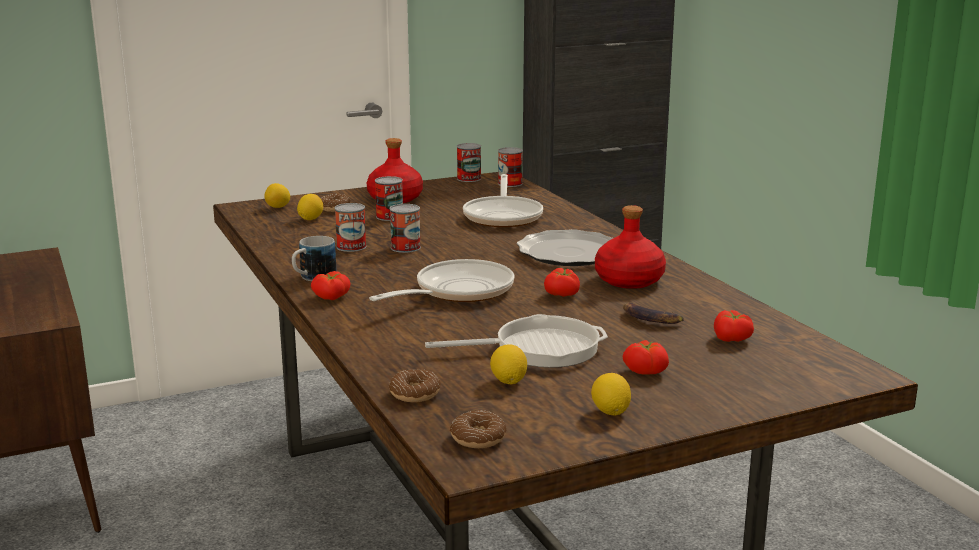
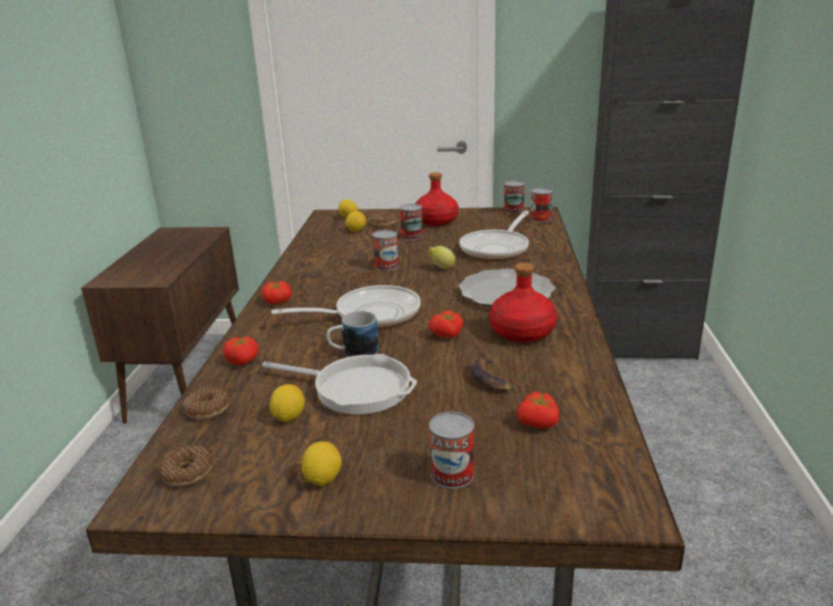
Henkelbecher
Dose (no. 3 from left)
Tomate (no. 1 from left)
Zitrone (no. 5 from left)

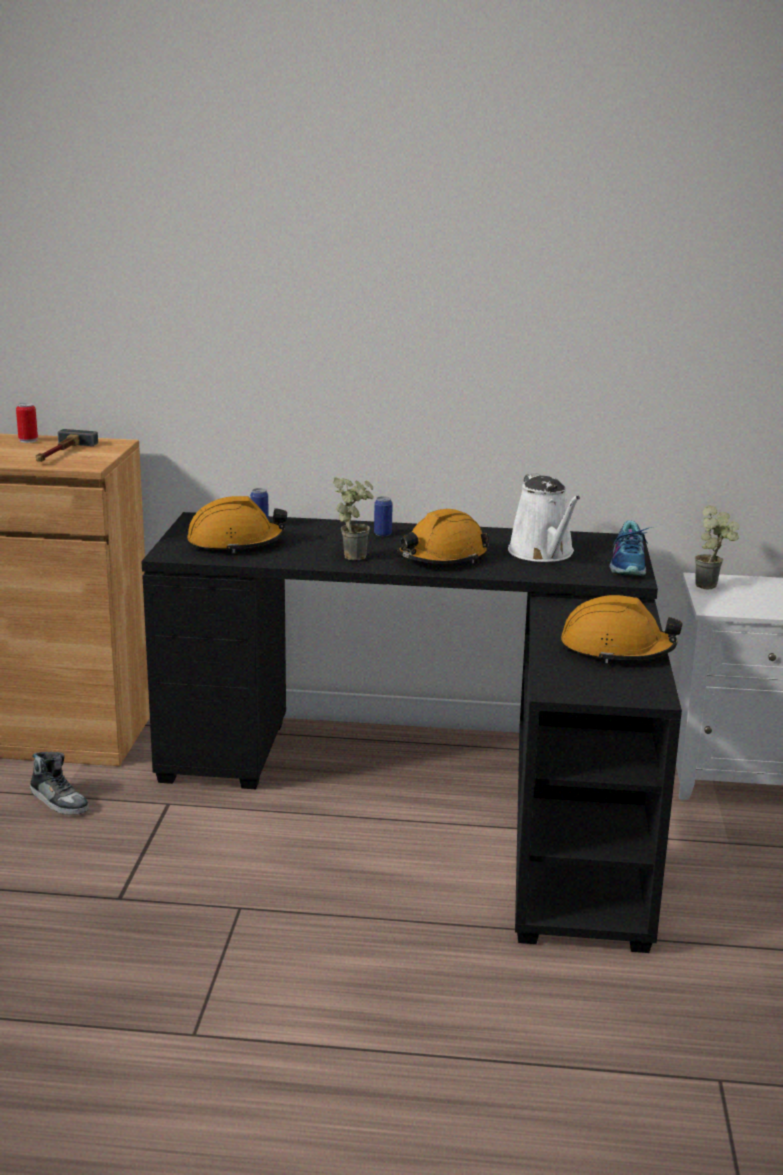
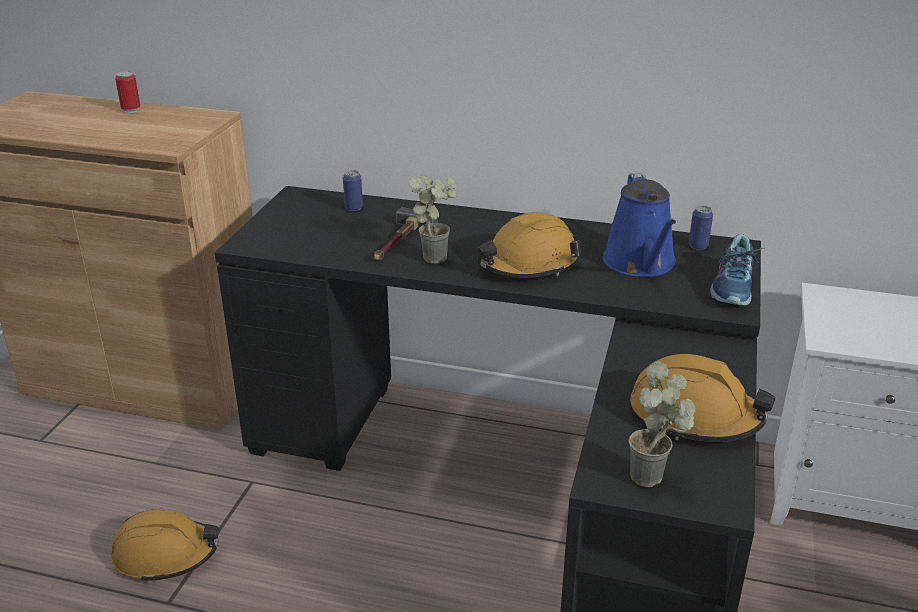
Schuh (no. 1 from left in the first image)
Hammer
Schutzhelm/orange (no. 1 from left)
Dose (no. 3 from left)
Gießkanne/blau
Topfpflanze (no. 2 from left)

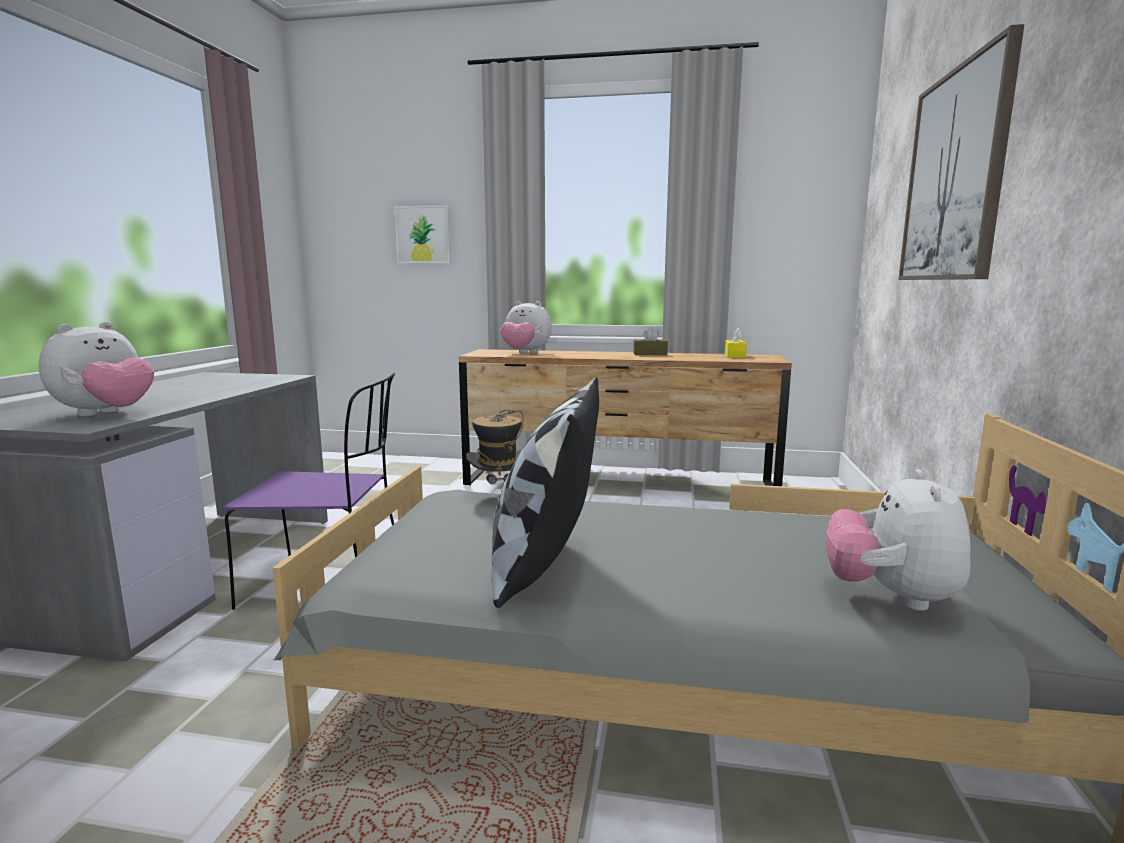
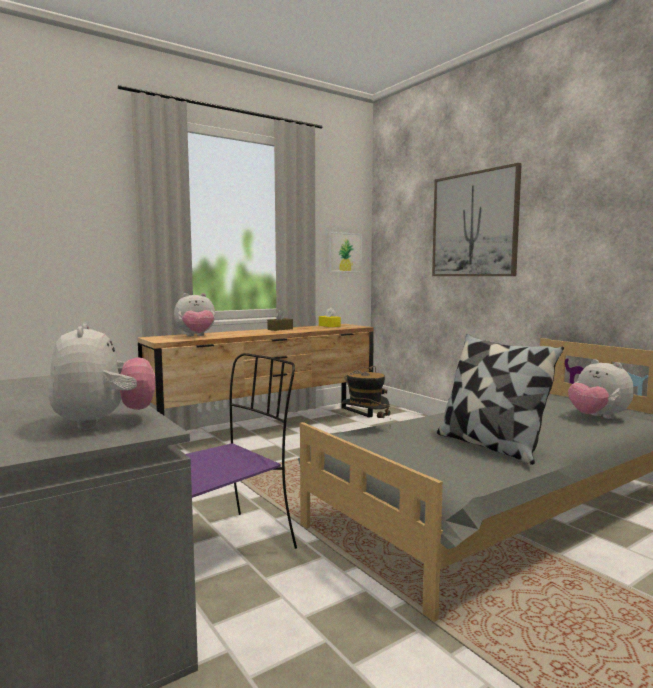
Bild (no. 1 from left)

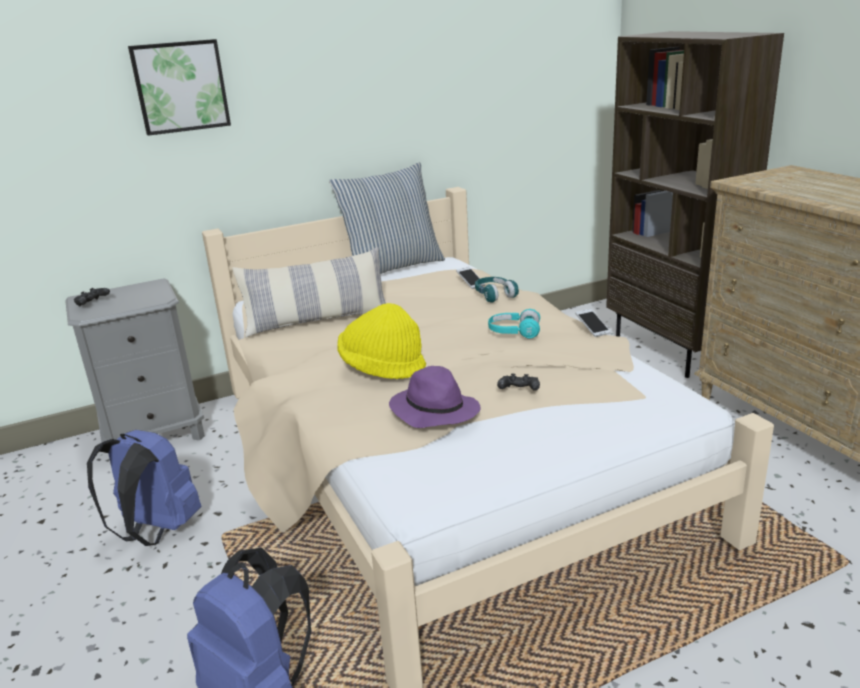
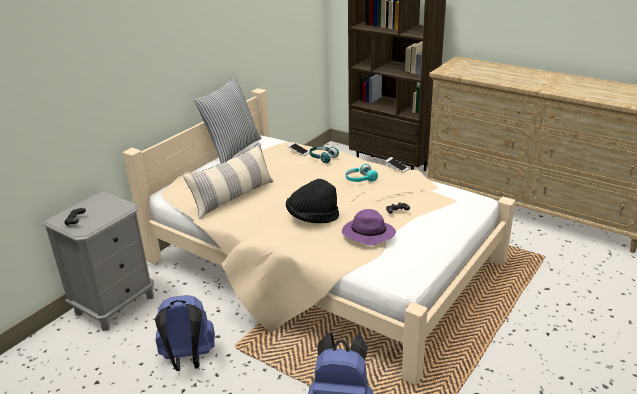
Bild
Hut/schwarz

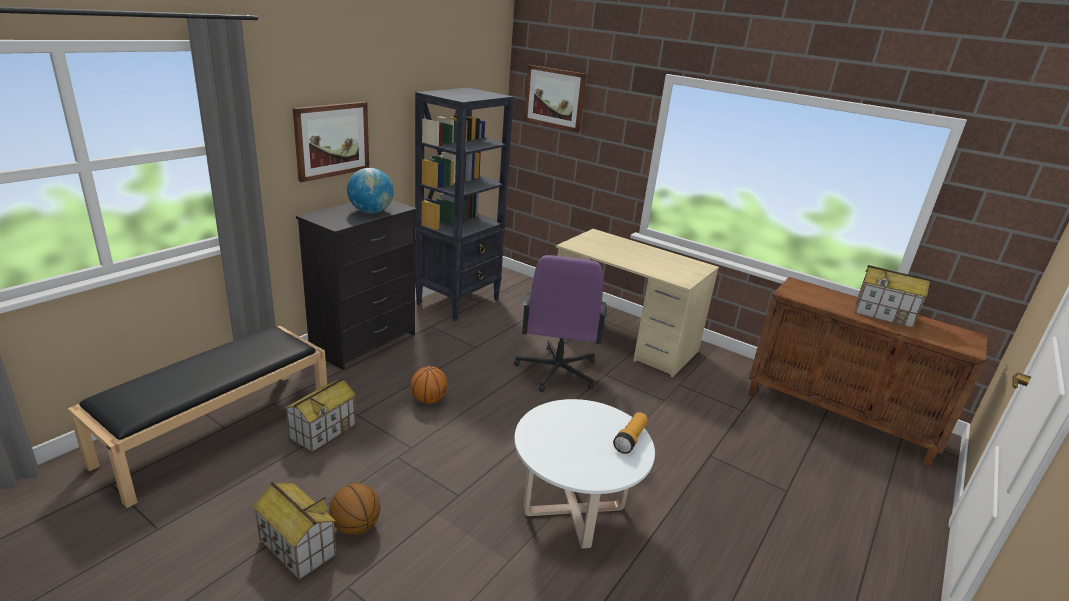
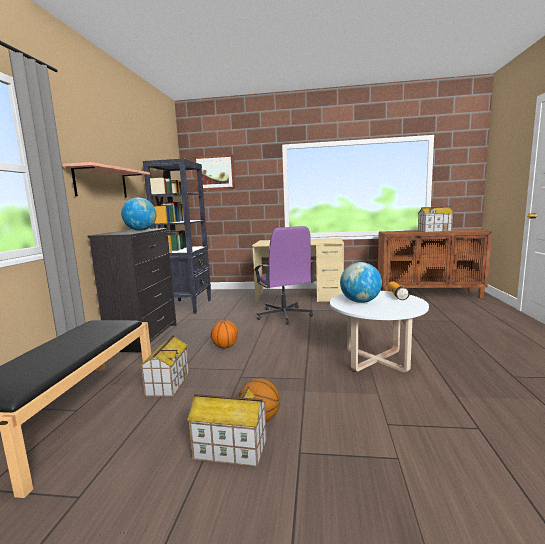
Wandregal
Globus (no. 2 from left)

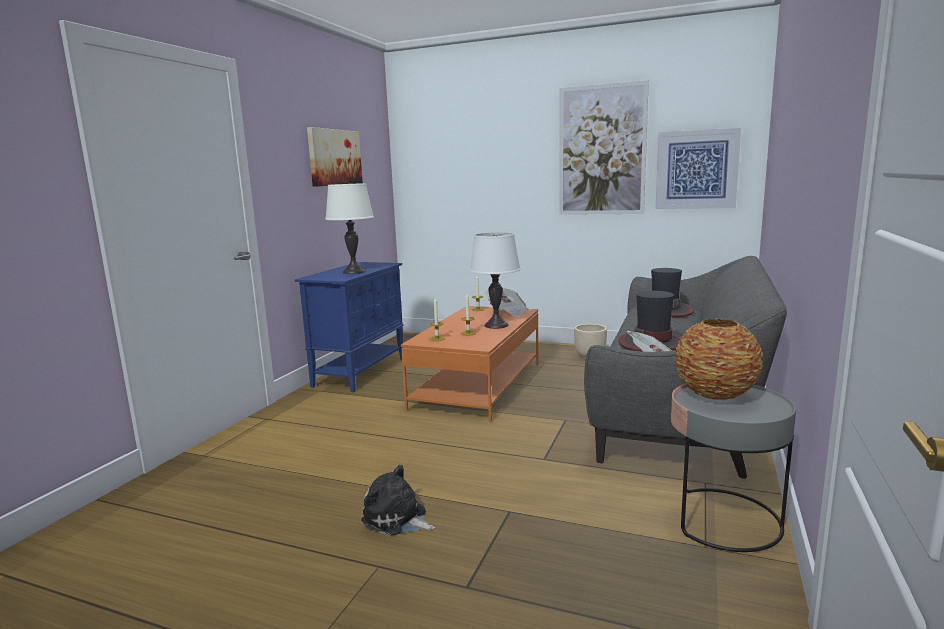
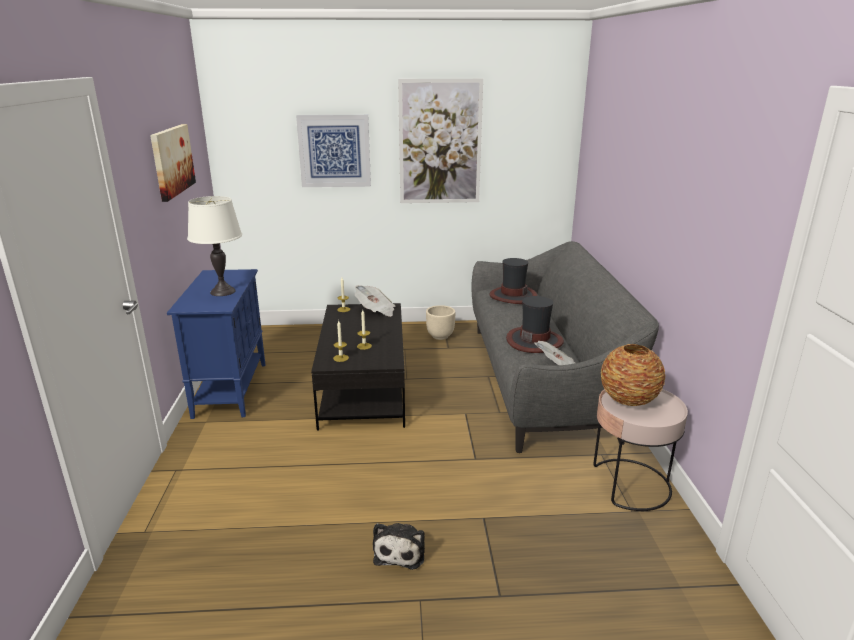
Plüschtier
Couchtisch/schwarz
Tischlampe/weiß (no. 2 from left in the first image)
Bild (no. 2 from left)
Beistelltisch/rosa

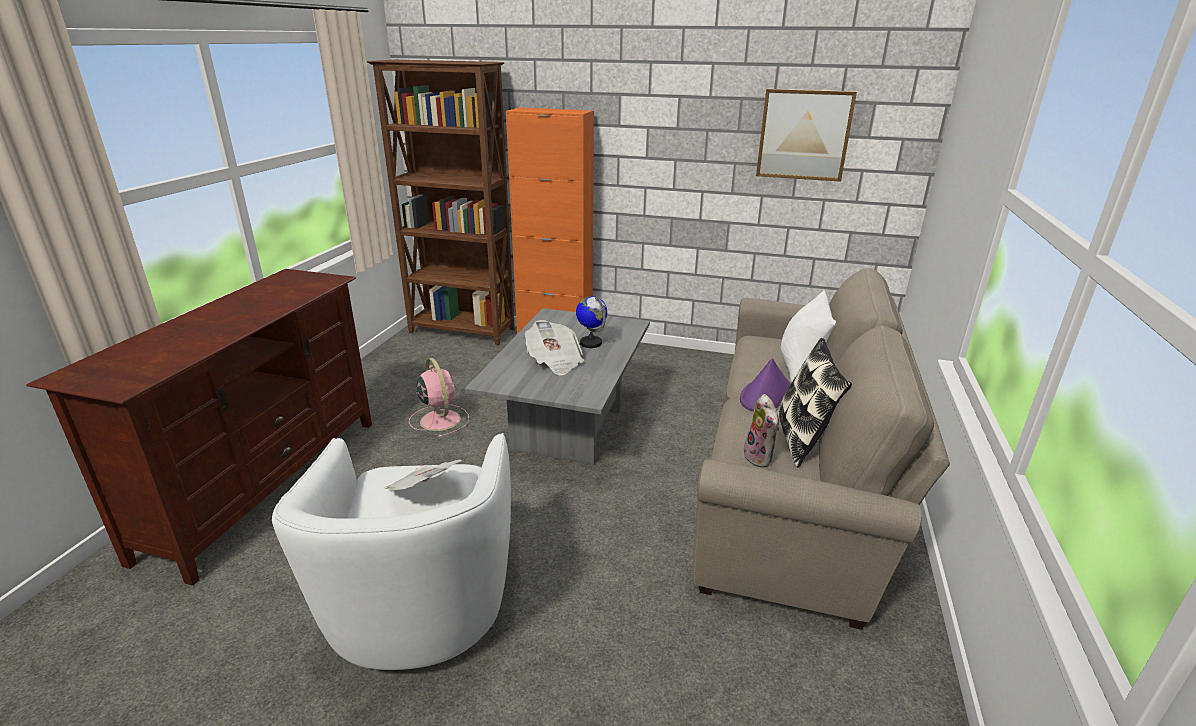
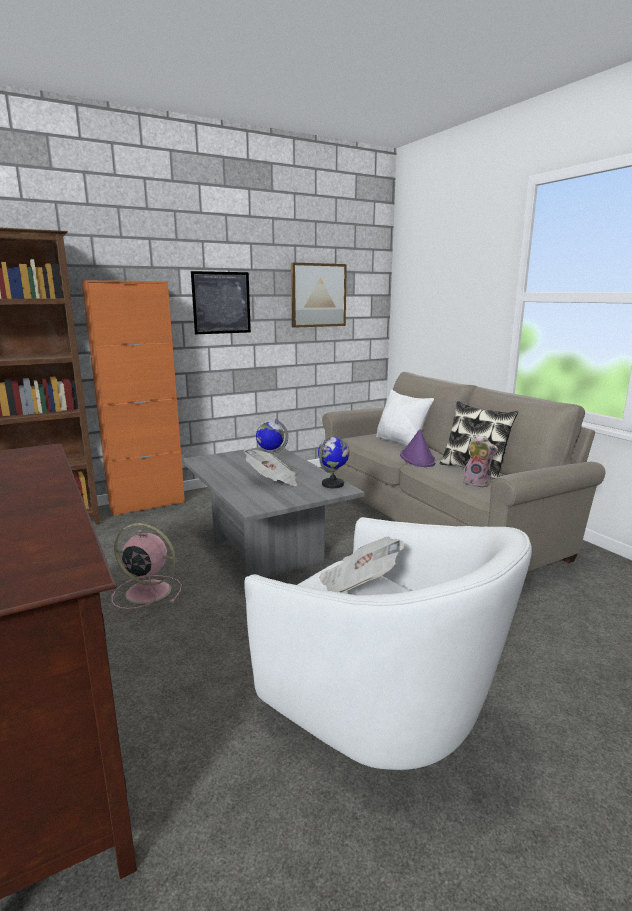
Bild (no. 1 from left)
Globus (no. 2 from left)

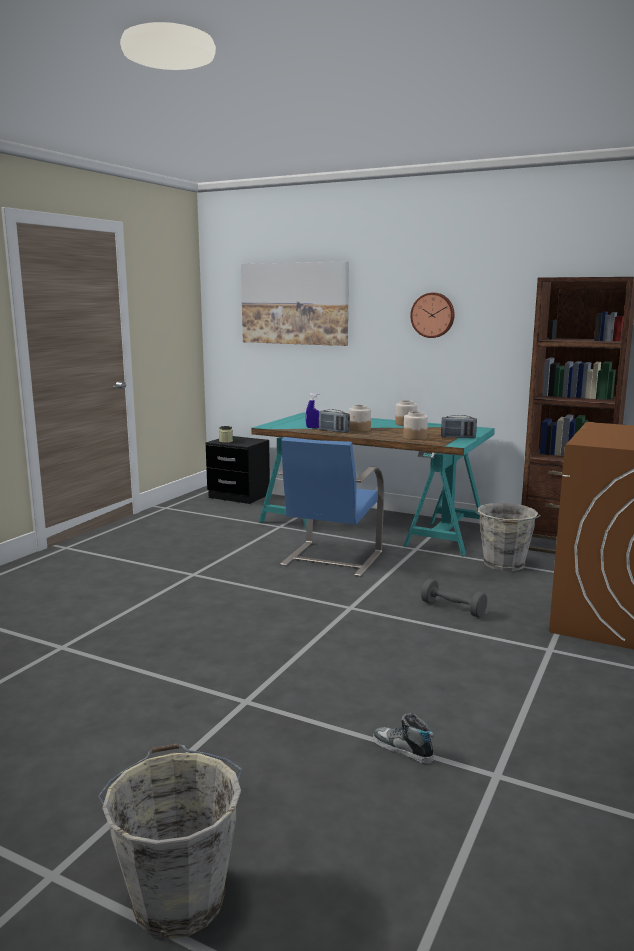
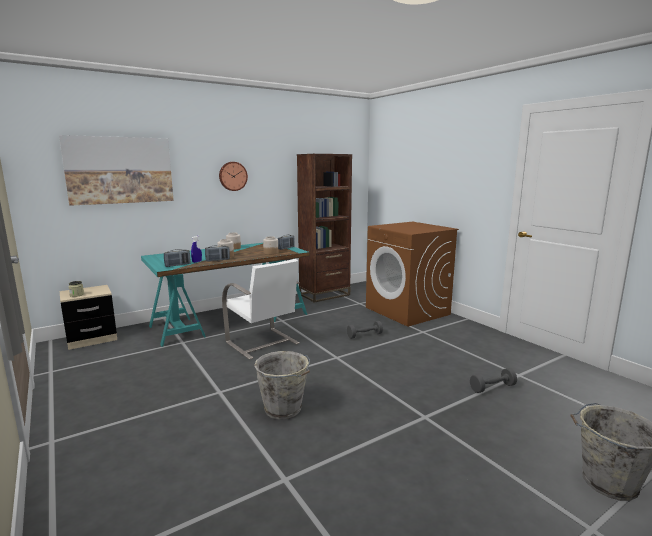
Nachttisch/beige
Stuhl/weiß
Hantel/grau (no. 2 from left)
Eimer/grau (no. 1 from left)
Radio (no. 1 from left)

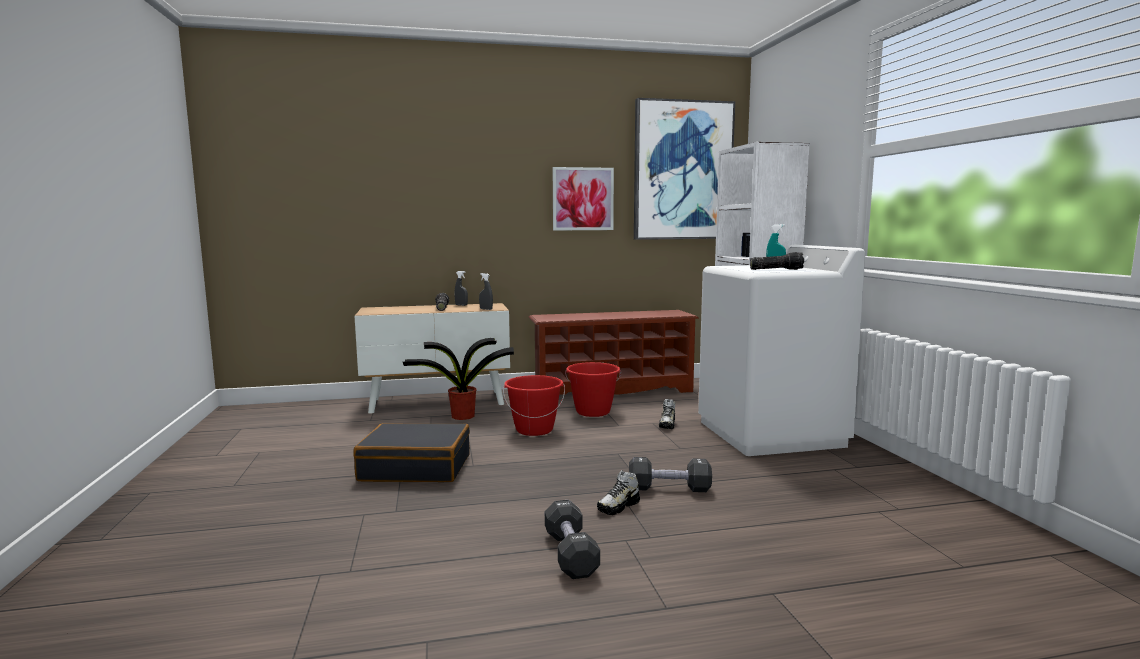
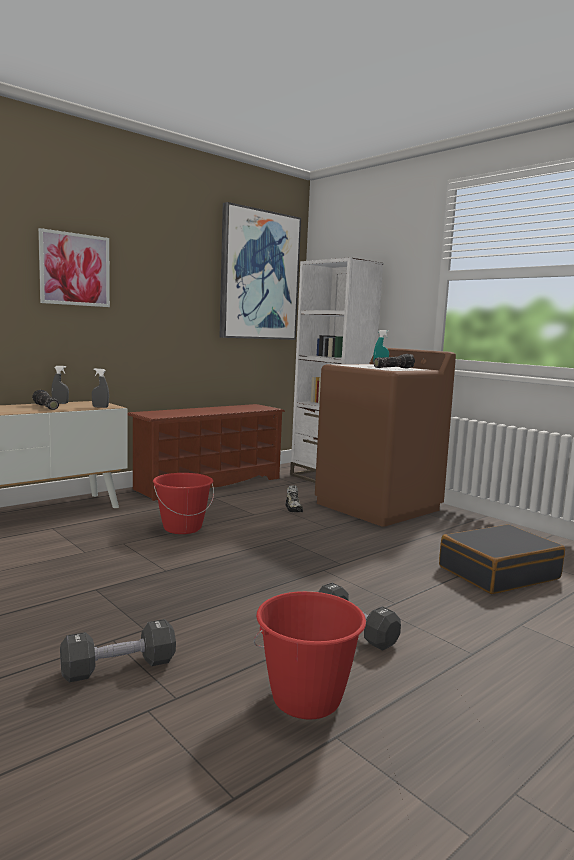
Koffer/schwarz
Topfpflanze
Bild (no. 1 from left)
Eimer/rot (no. 2 from left)
Schuh (no. 1 from left in the first image)
Hantel/schwarz (no. 1 from left)
Waschmaschine/braun

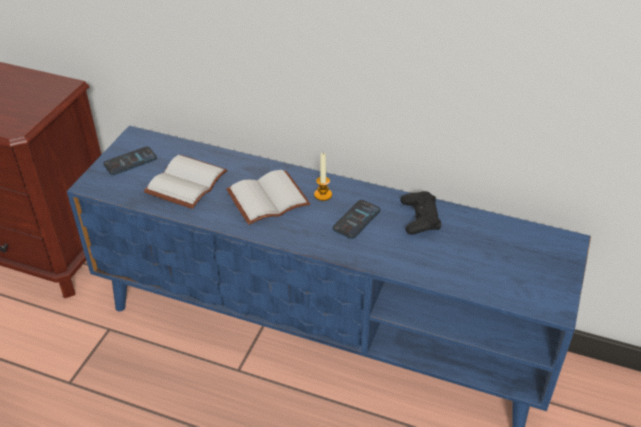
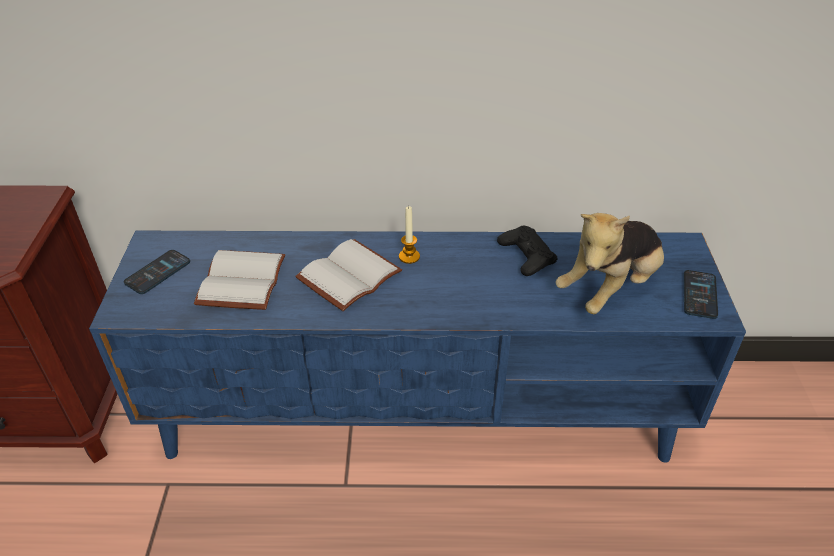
Handy (no. 2 from left)
Plüschtier

